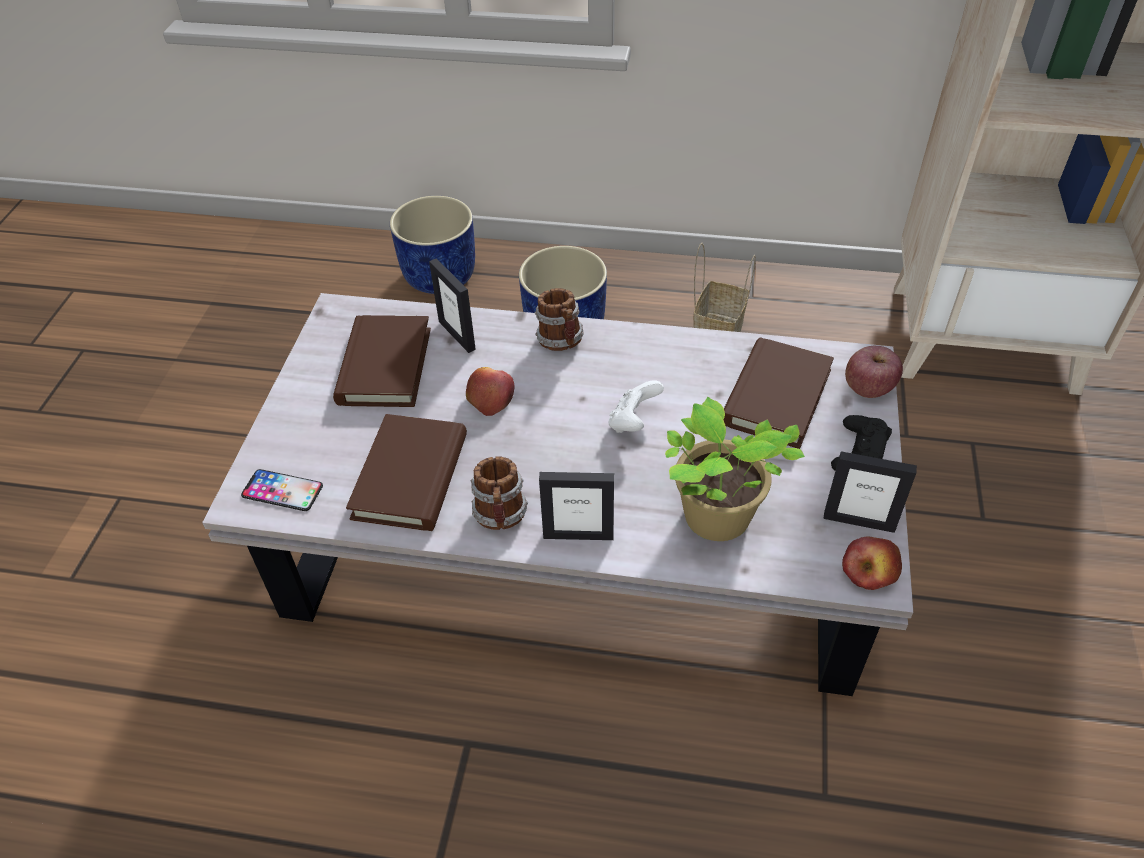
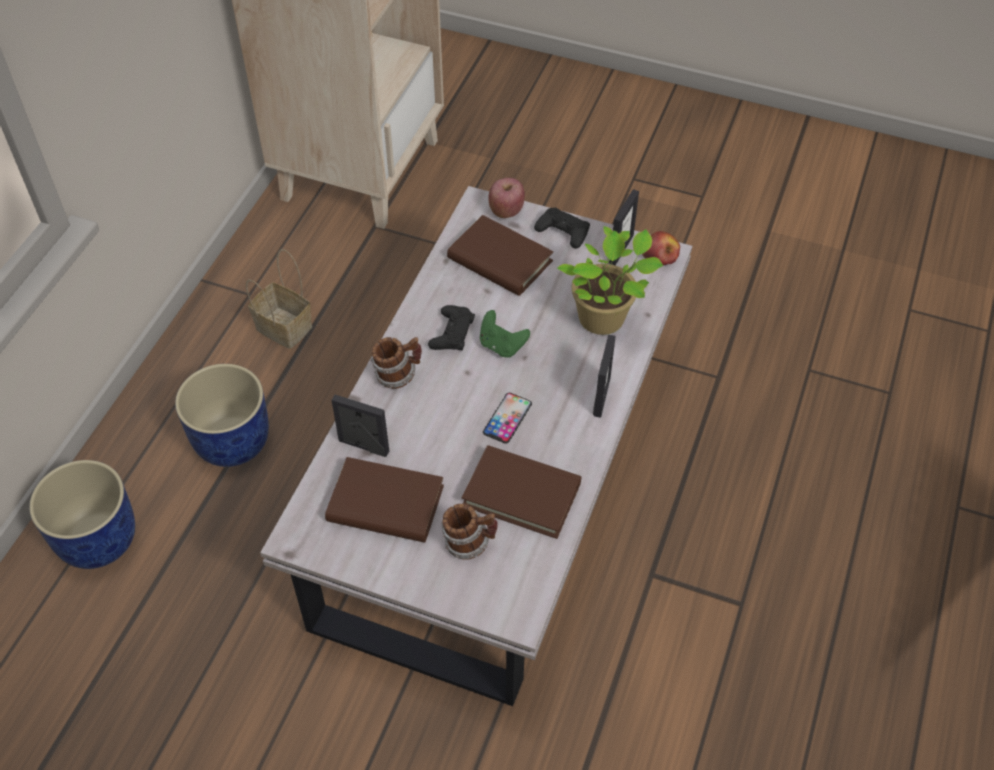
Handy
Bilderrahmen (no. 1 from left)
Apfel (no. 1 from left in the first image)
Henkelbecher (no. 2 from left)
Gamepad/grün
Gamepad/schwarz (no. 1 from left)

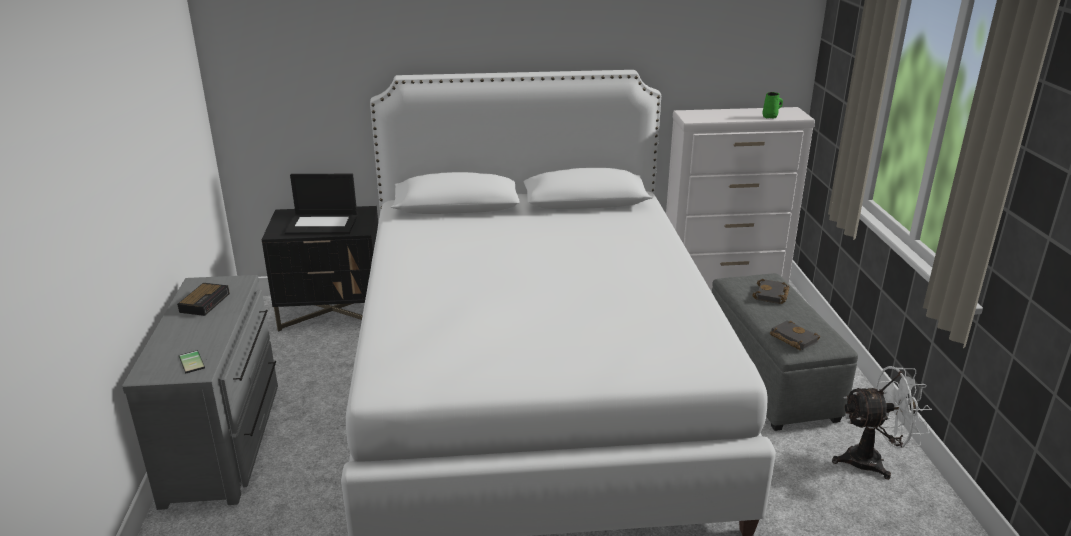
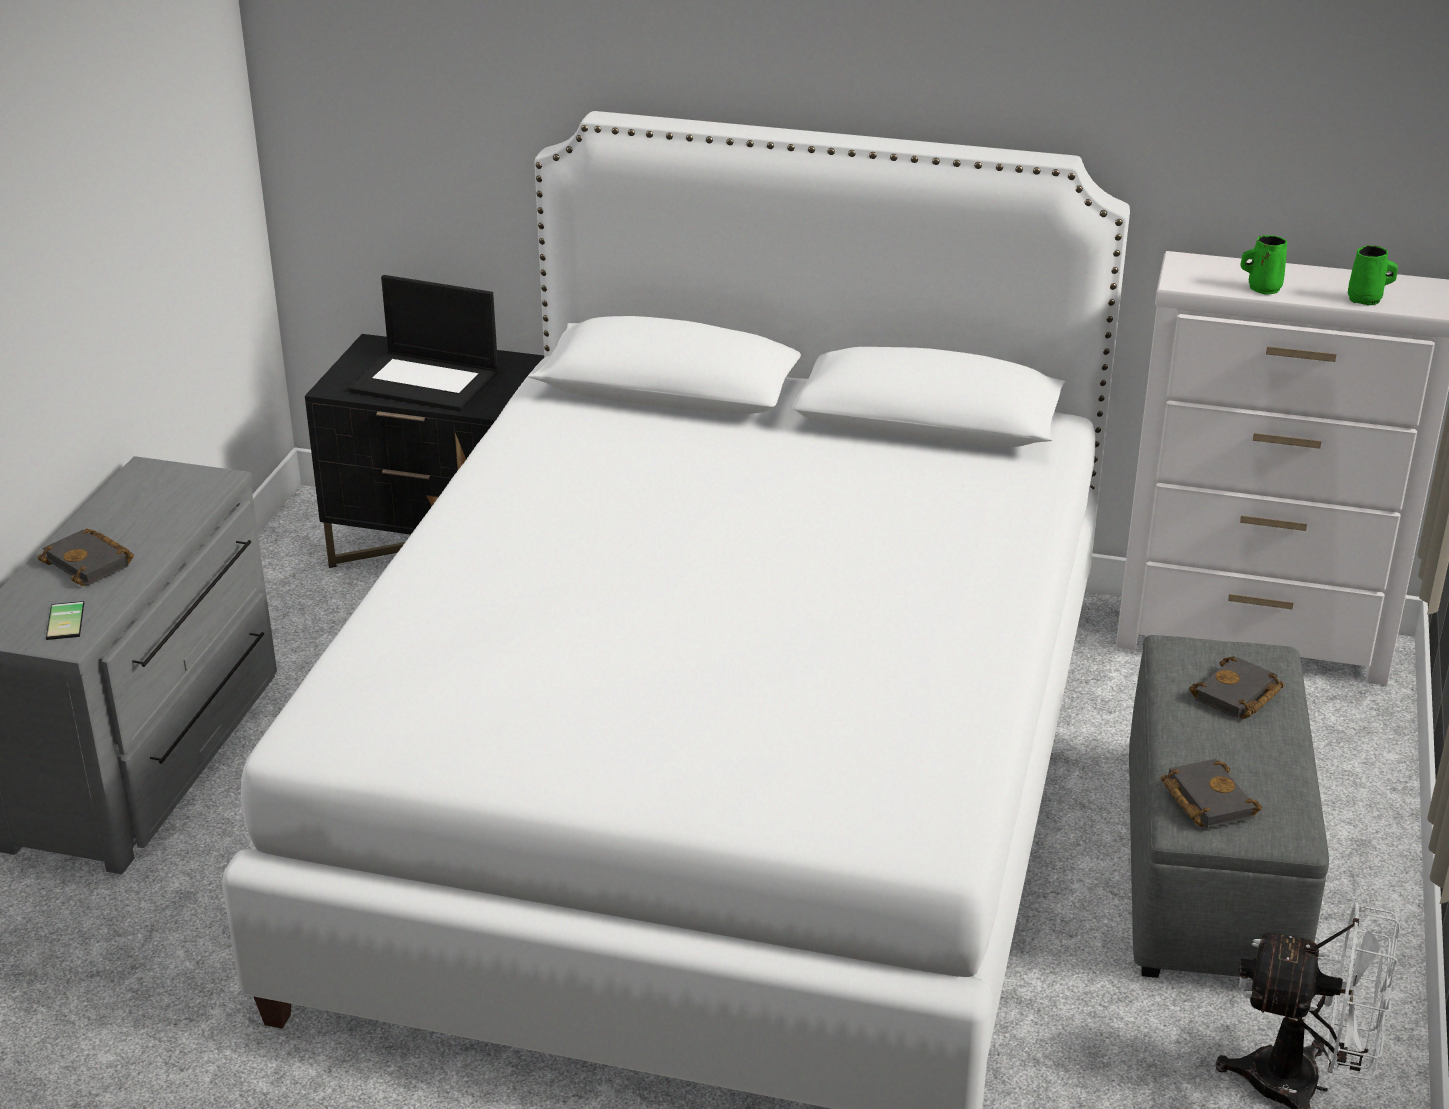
Wecker
Buch/schwarz (no. 1 from left)
Henkelbecher/grün (no. 1 from left)

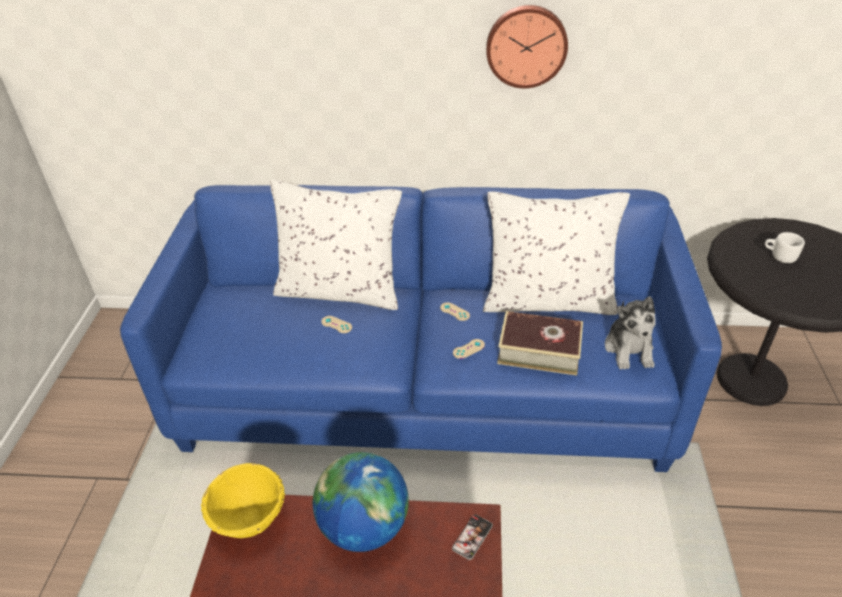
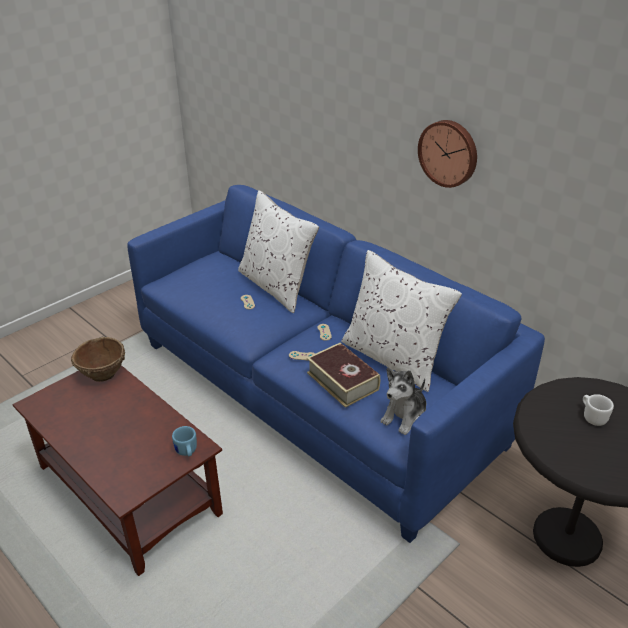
Schüssel/braun
Globus
Henkelbecher/blau

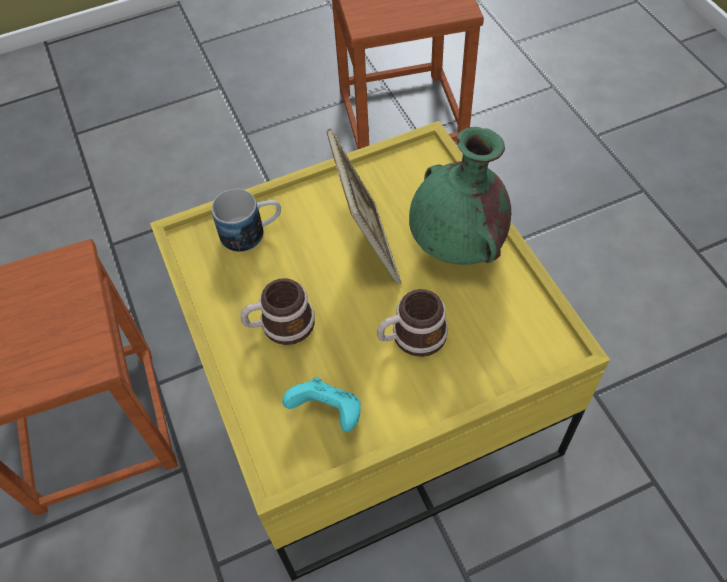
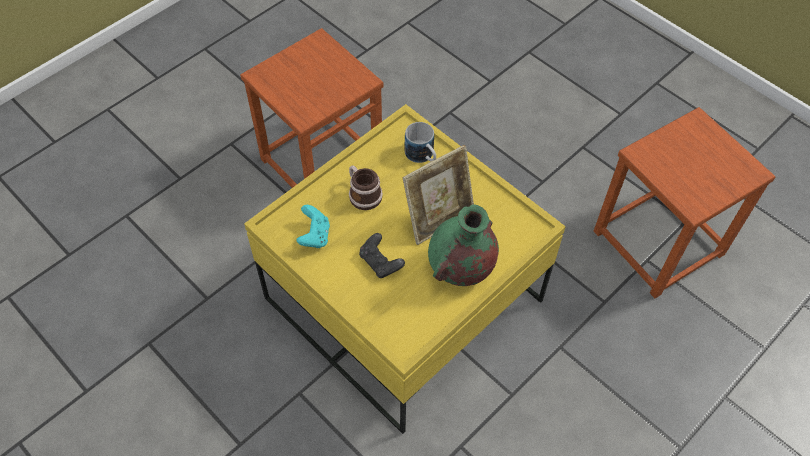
Gamepad/schwarz

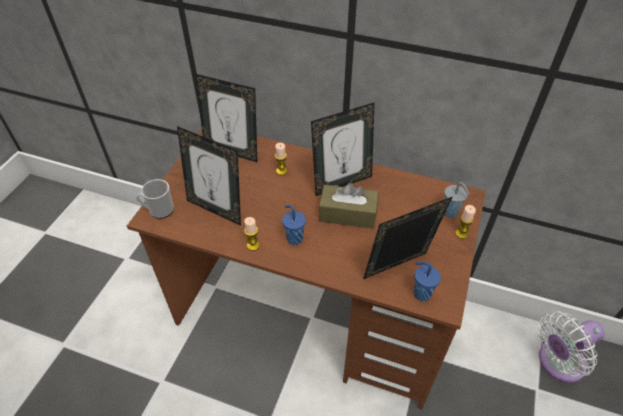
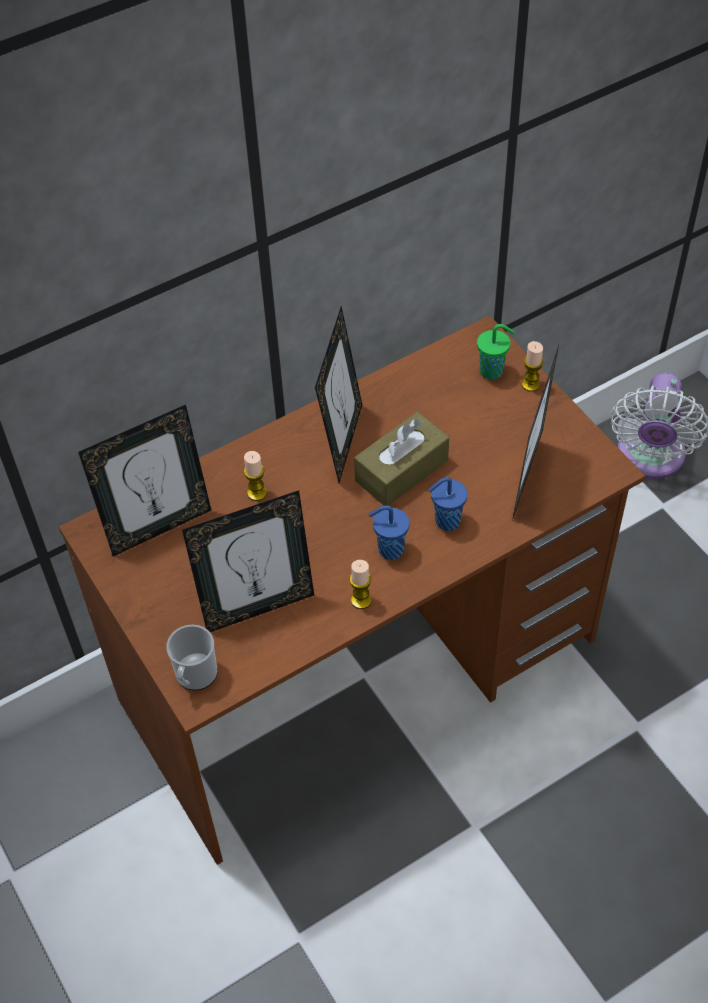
Tasse/blau (no. 2 from left)
Tasse/grün

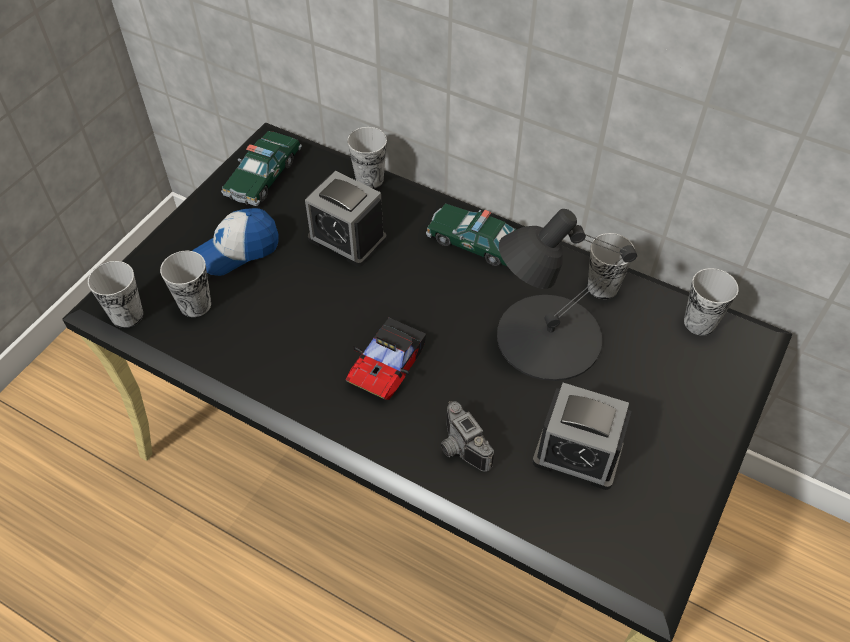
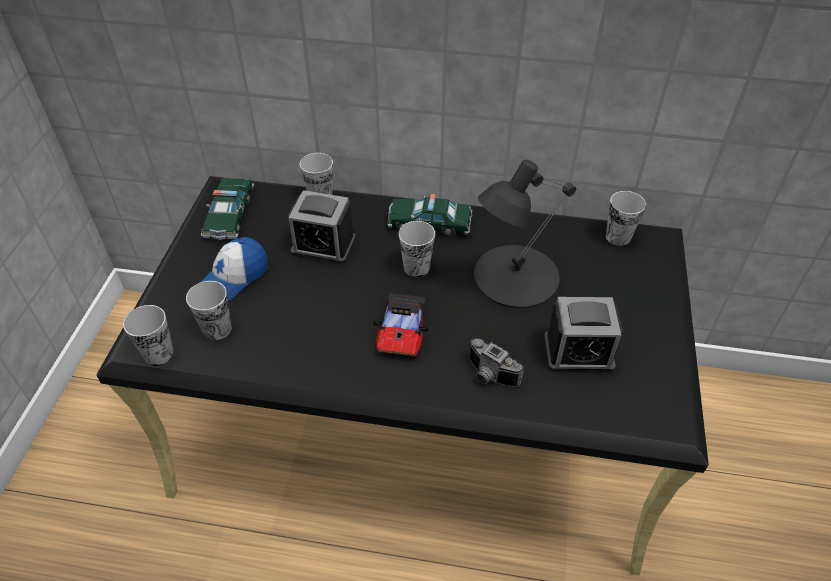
Tasse (no. 4 from left)

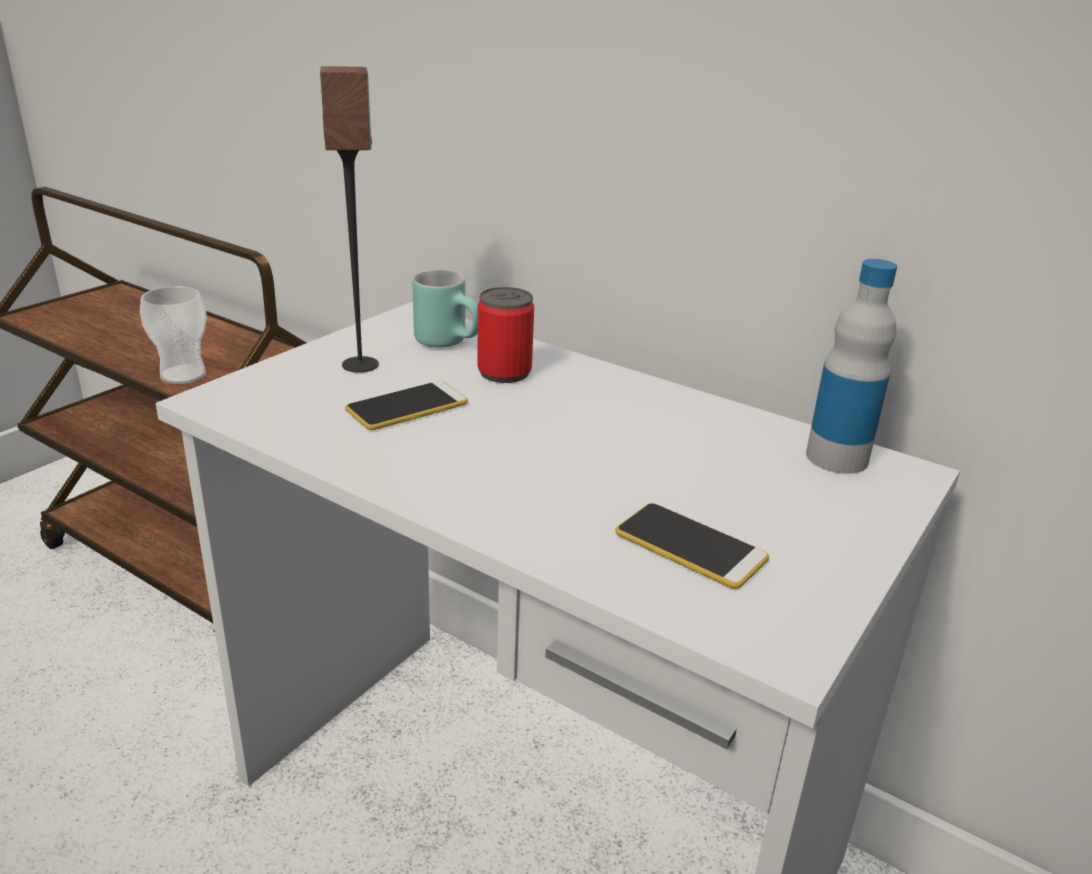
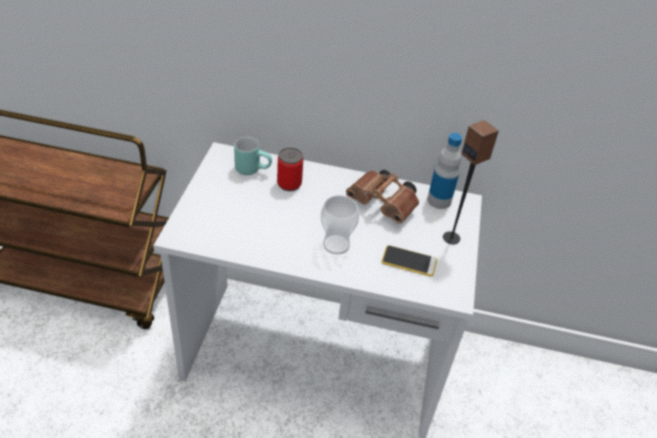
Tasse
Lautsprecher
Handy (no. 1 from left in the first image)
Fernglas/braun

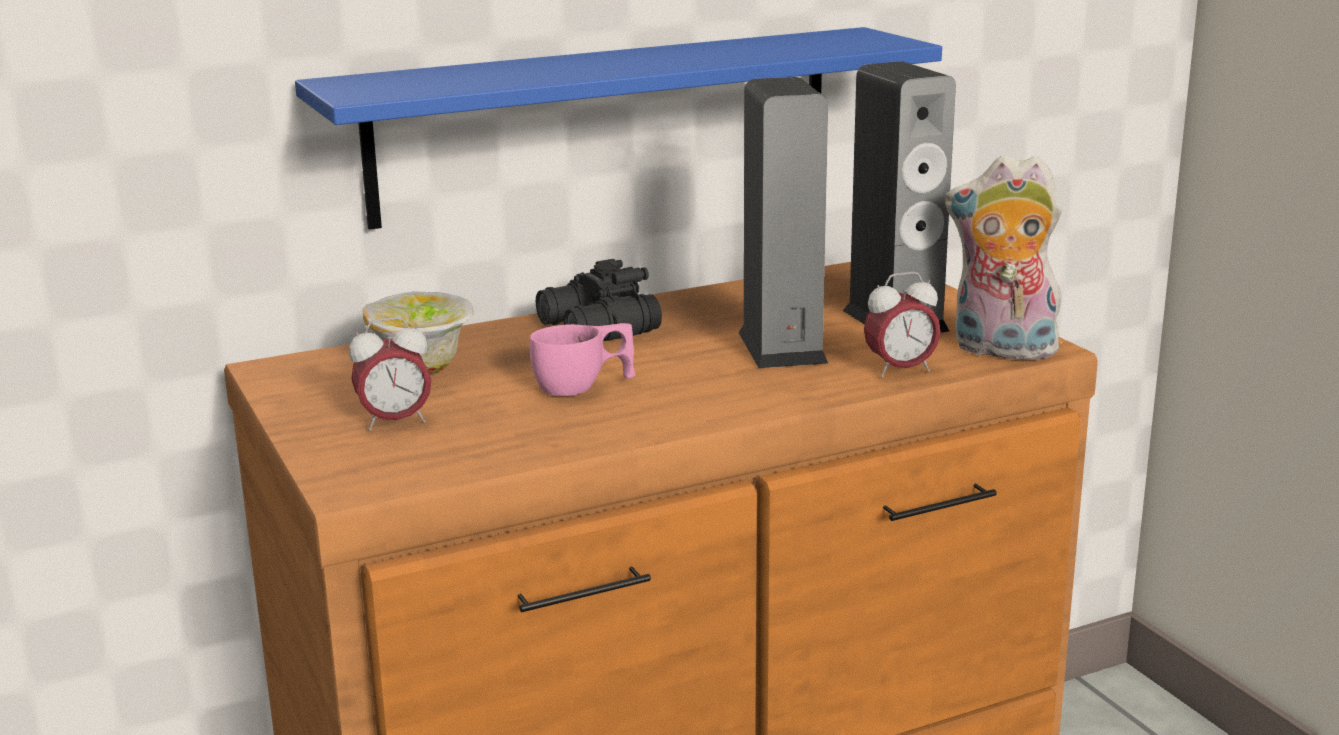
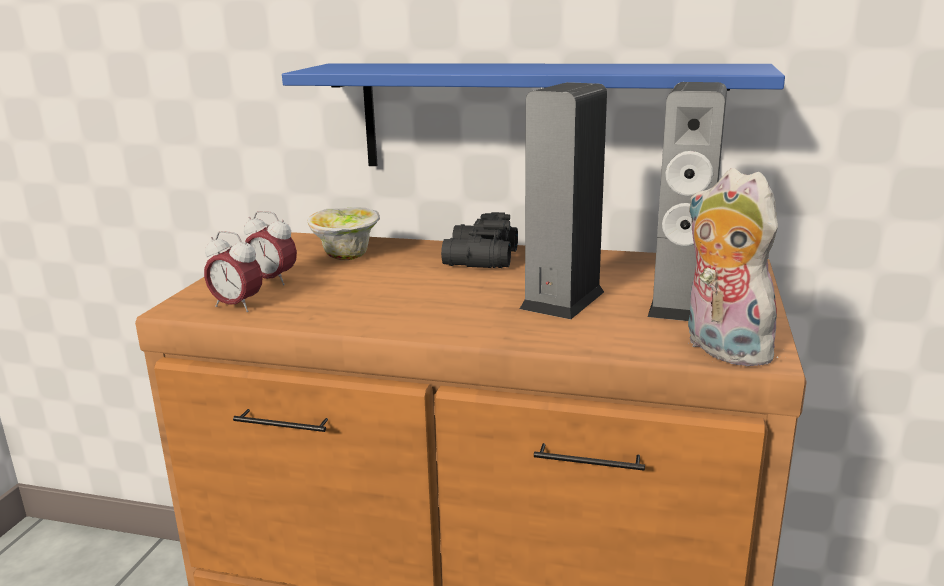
Tasse/rosa
Wecker (no. 1 from left)

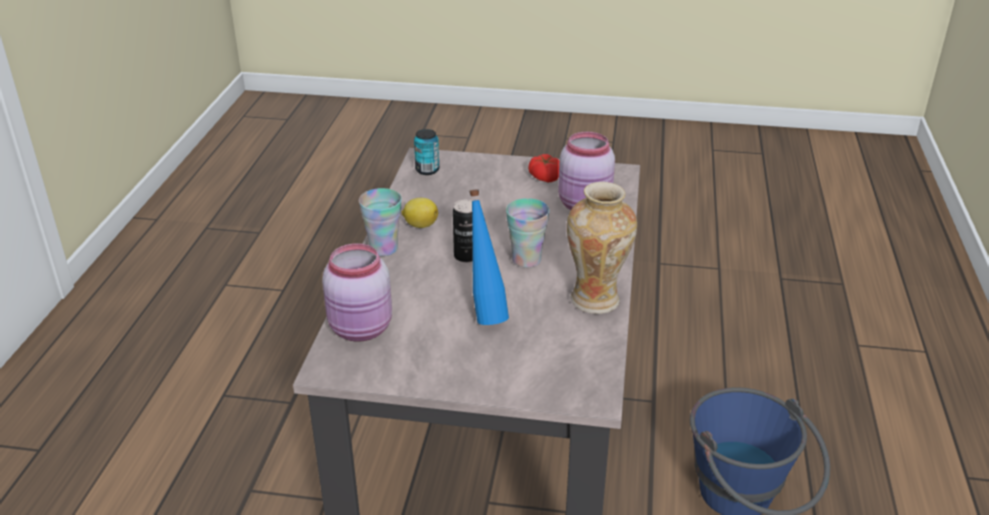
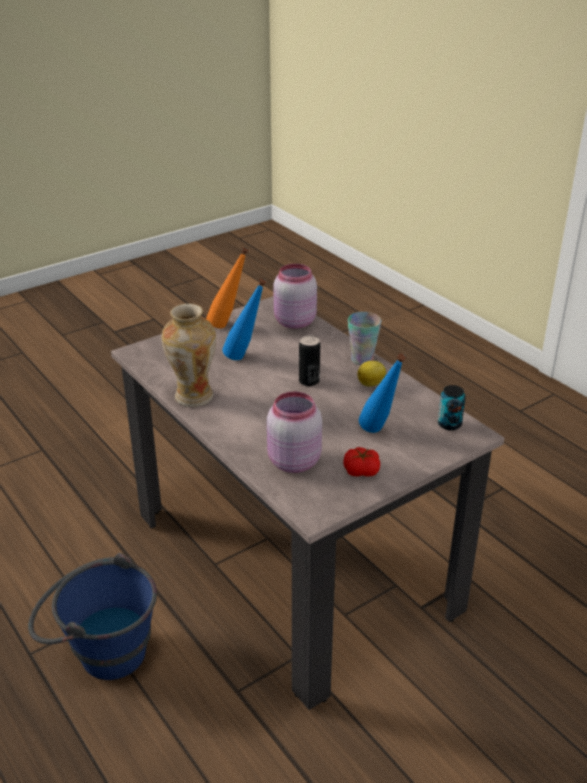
Tasse (no. 2 from left in the first image)
Flasche/orange
Flasche/blau (no. 2 from left)

